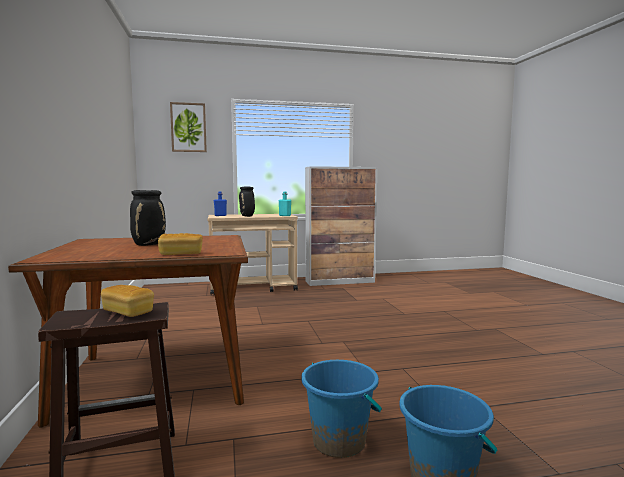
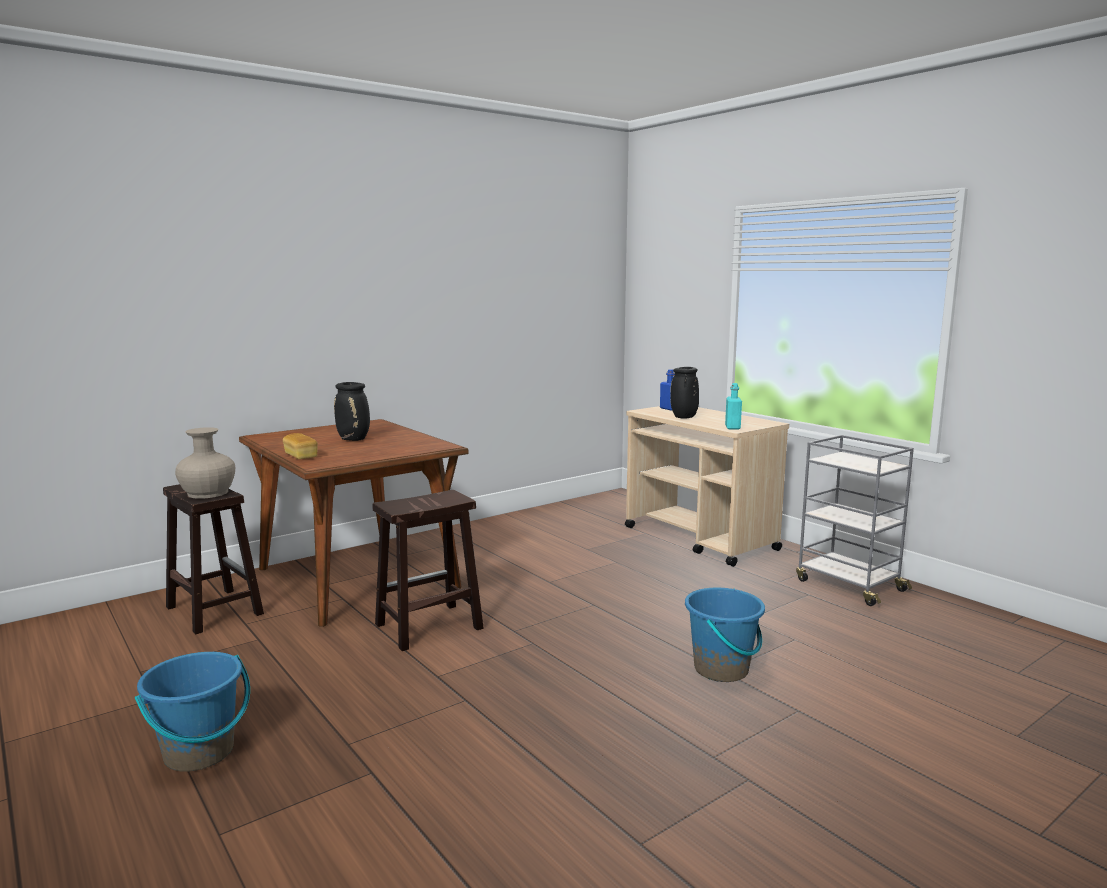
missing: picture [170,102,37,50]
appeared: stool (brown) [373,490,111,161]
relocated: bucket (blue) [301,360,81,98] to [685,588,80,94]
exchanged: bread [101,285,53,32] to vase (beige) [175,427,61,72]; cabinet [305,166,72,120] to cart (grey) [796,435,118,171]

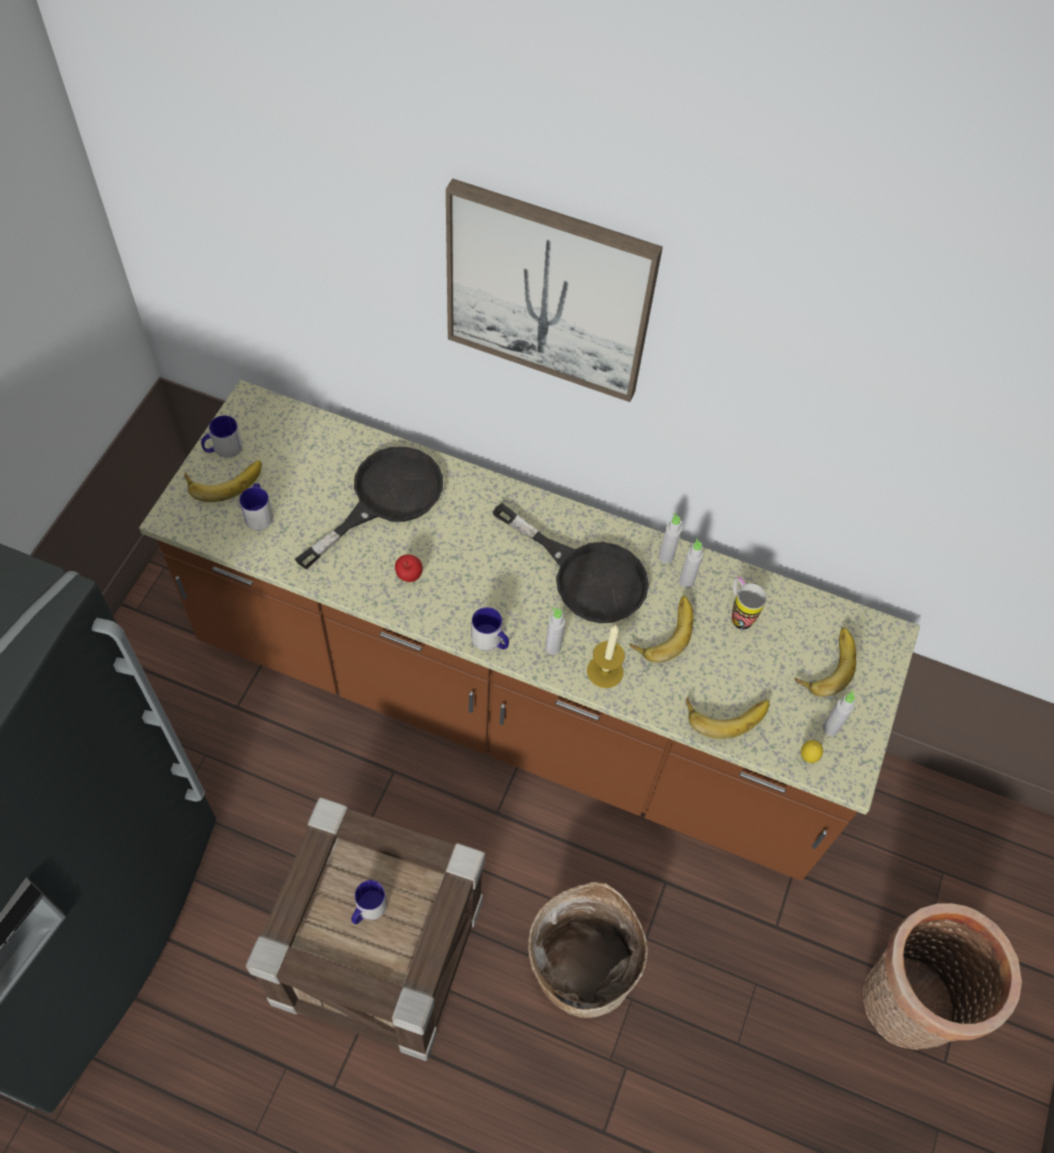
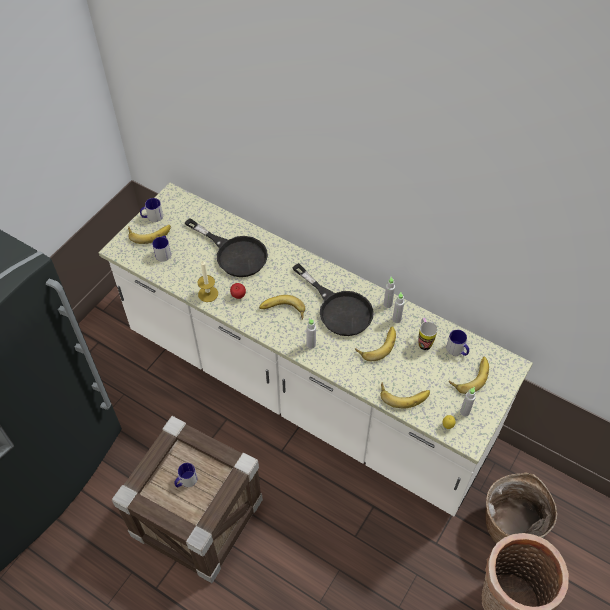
missing: picture [446,178,217,224]
appeared: banana [259,295,46,24]
relocated: candle [587,625,38,63] to [198,260,20,42]; mug [471,607,38,44] to [446,330,23,26]; basket [528,882,120,136] to [485,473,72,71]
colour: counter (brown) [139,380,781,501] to counter (white) [99,183,434,333]
spun: frying pan (black) [295,447,148,122] = [185,218,83,59] 75 degrees clockwise

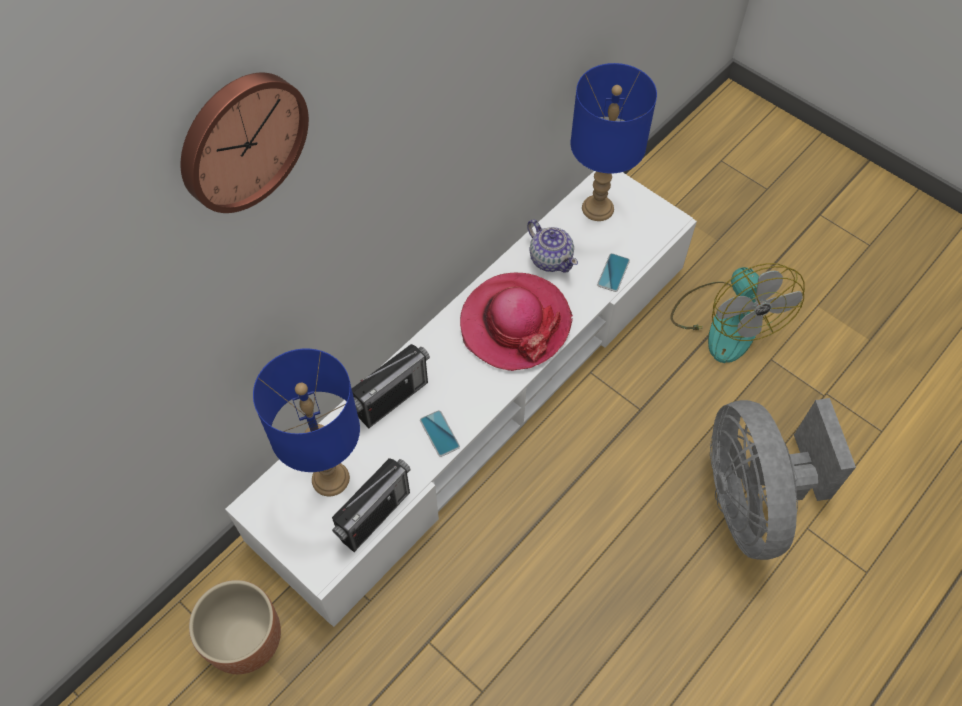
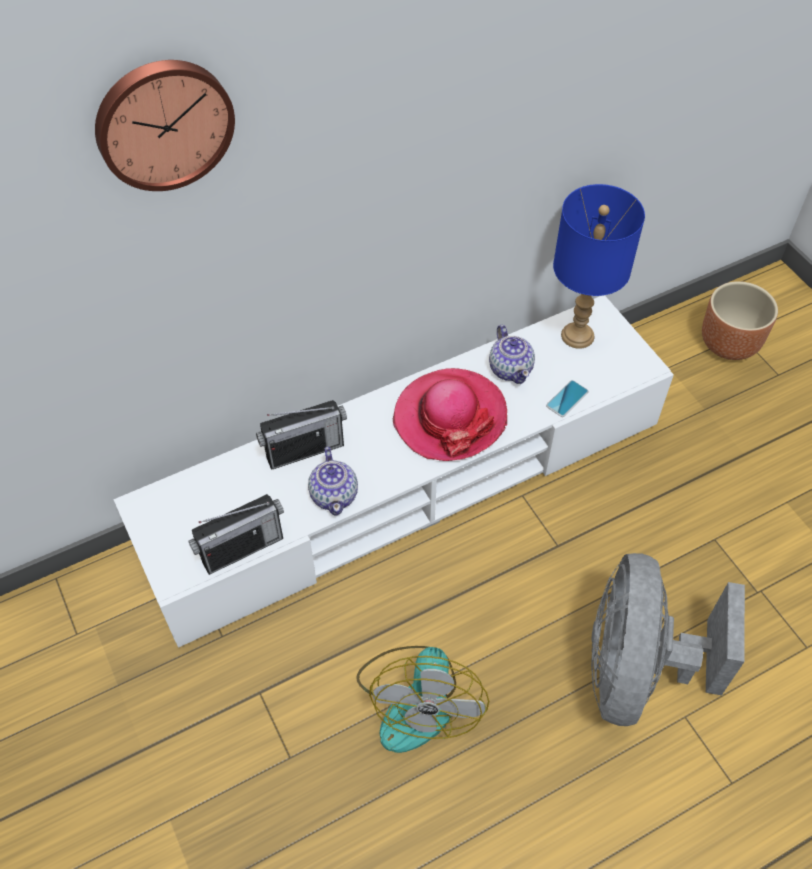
missing: table lamp (blue) [253,348,107,148]
relocated: fan [670,263,135,100] to [356,646,133,107]; planter (brown) [189,580,92,94] to [702,281,76,79]
exchanged: phone [420,410,40,47] to teapot [308,446,50,70]

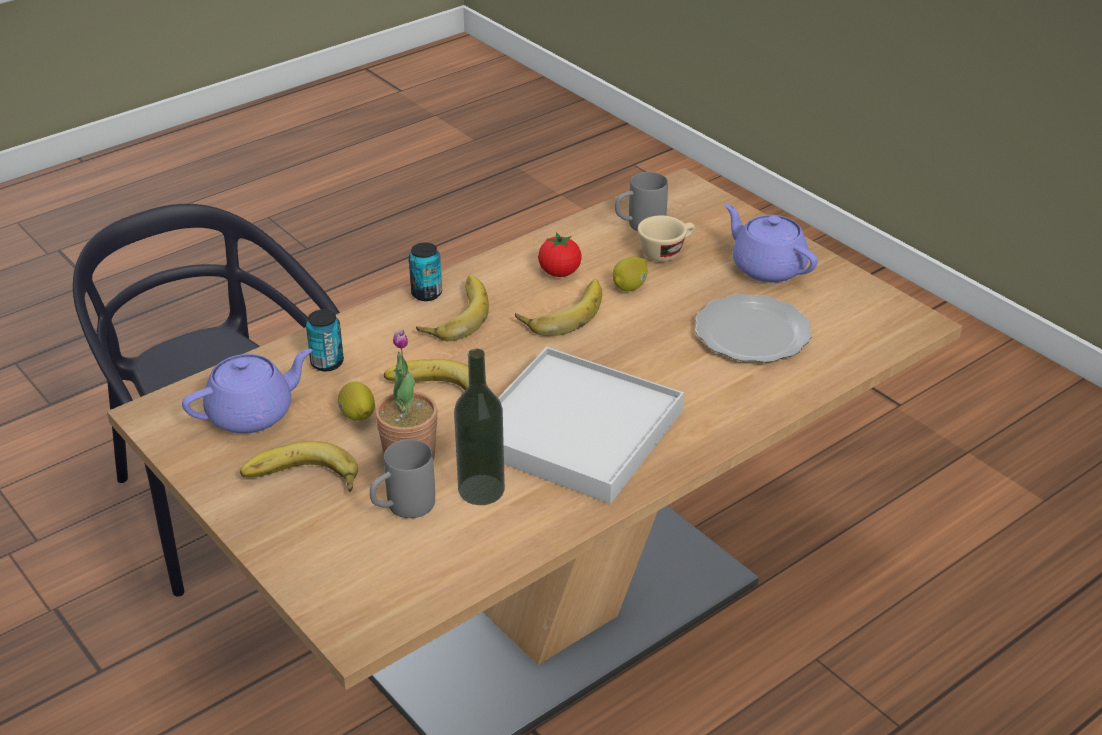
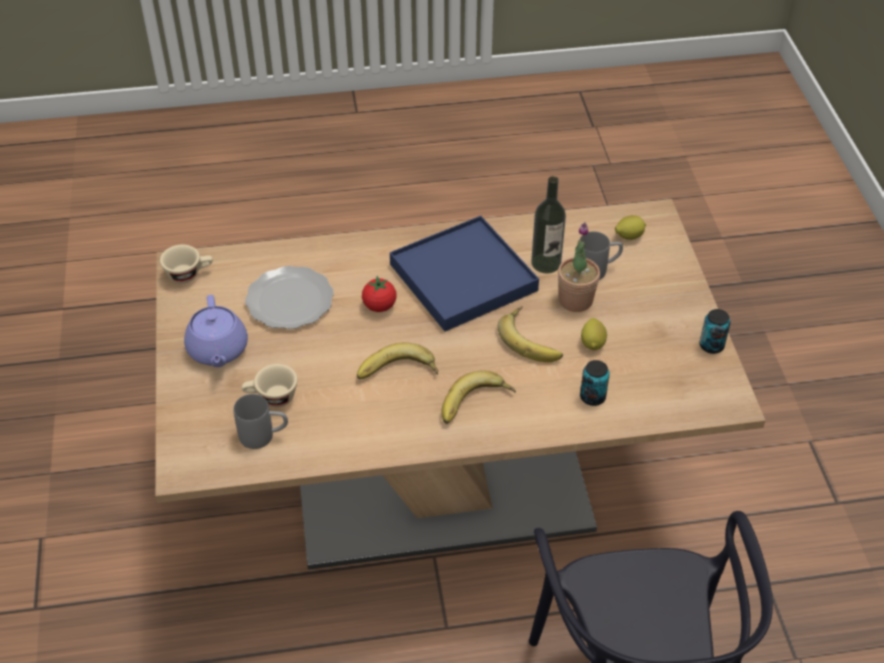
missing: teapot (purple) [182,349,130,85]; banana [240,441,118,51]
appeared: cup (beige) [160,245,53,39]
relocated: tomato [538,232,44,45] to [362,276,35,36]; lemon [612,257,36,34] to [615,215,31,25]; can [409,243,33,58] to [699,309,31,45]
colour: tray (white) [498,347,186,157] to tray (blue) [390,216,149,115]

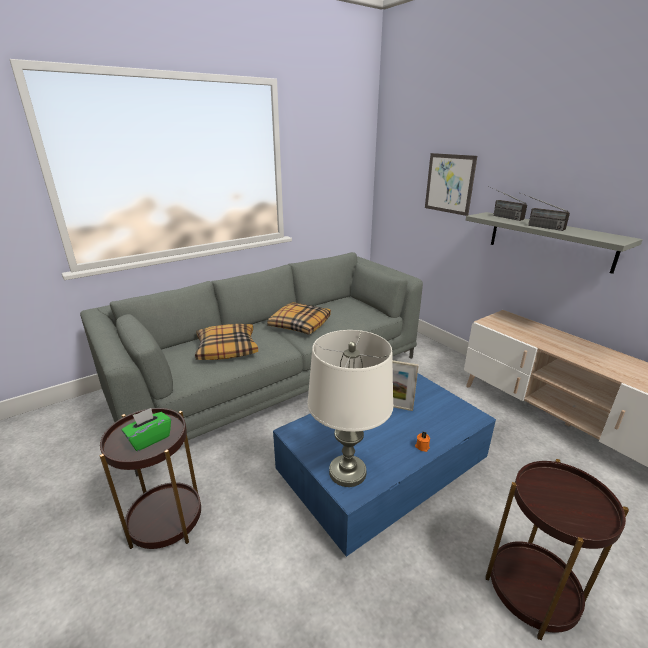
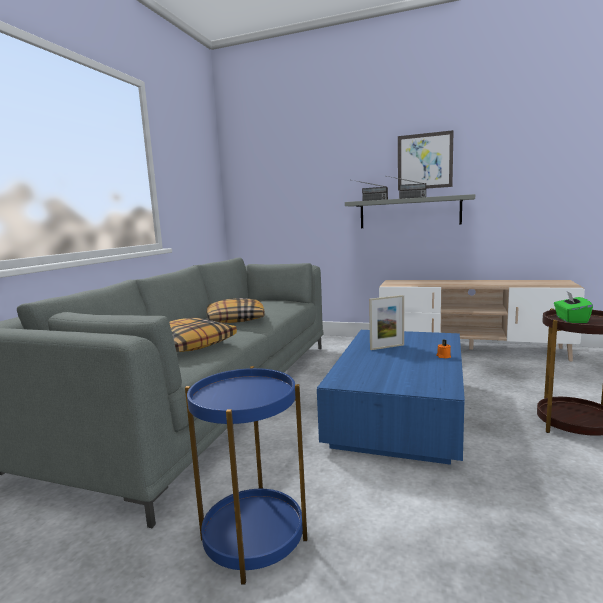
missing: table lamp (white) [307,330,86,157]
relocated: picture [425,153,52,63] to [398,130,56,60]; tissue box (green) [122,408,49,43] to [554,291,39,32]
colour: side table (brown) [100,408,101,141] to side table (blue) [185,366,122,219]

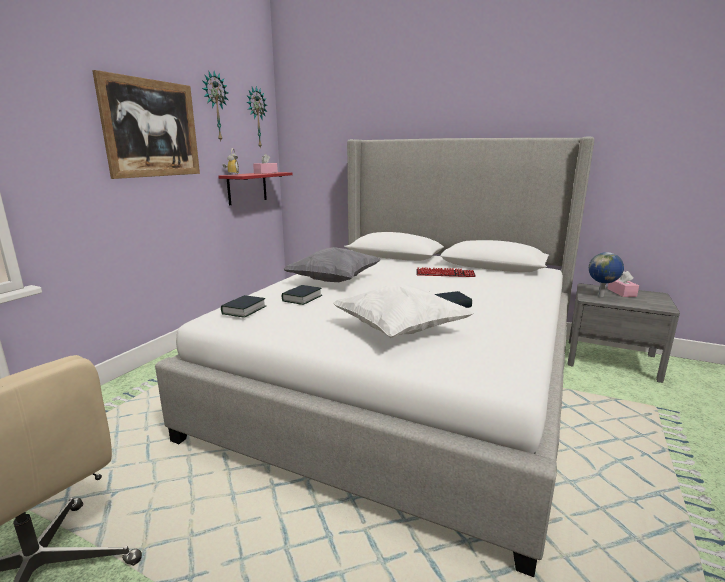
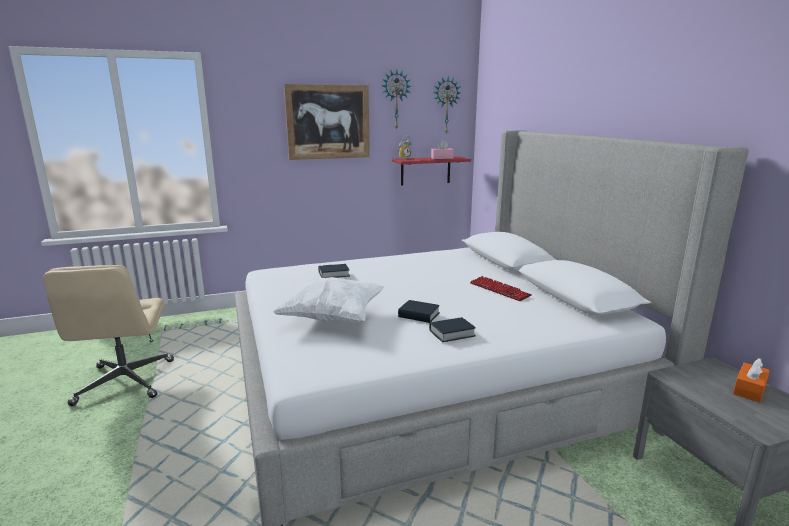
missing: pillow (grey) [283,247,98,35]; globe [589,252,35,45]
relocated: book [221,295,45,23] to [429,317,47,25]
colour: tissue box (pink) [607,271,32,26] to tissue box (orange) [733,358,37,45]

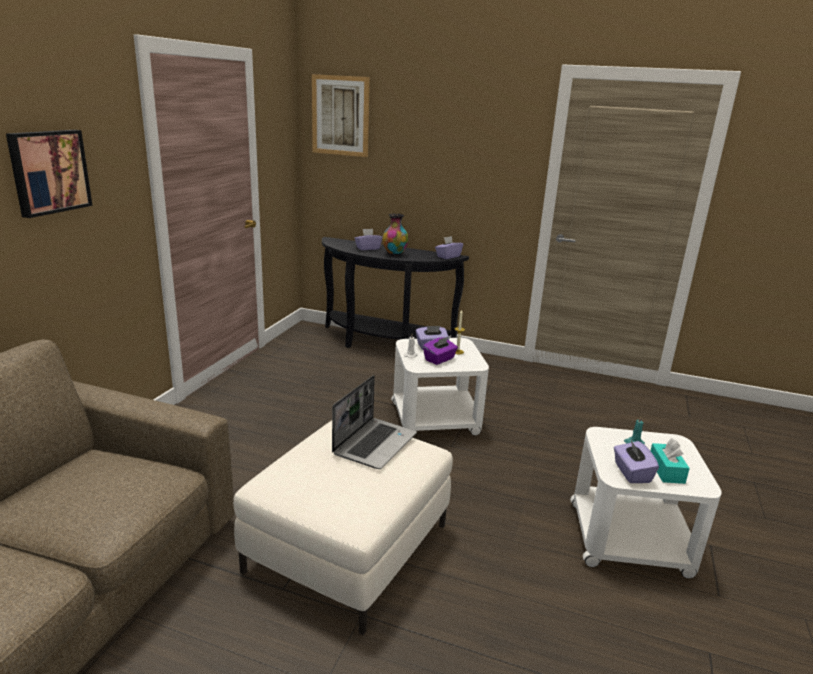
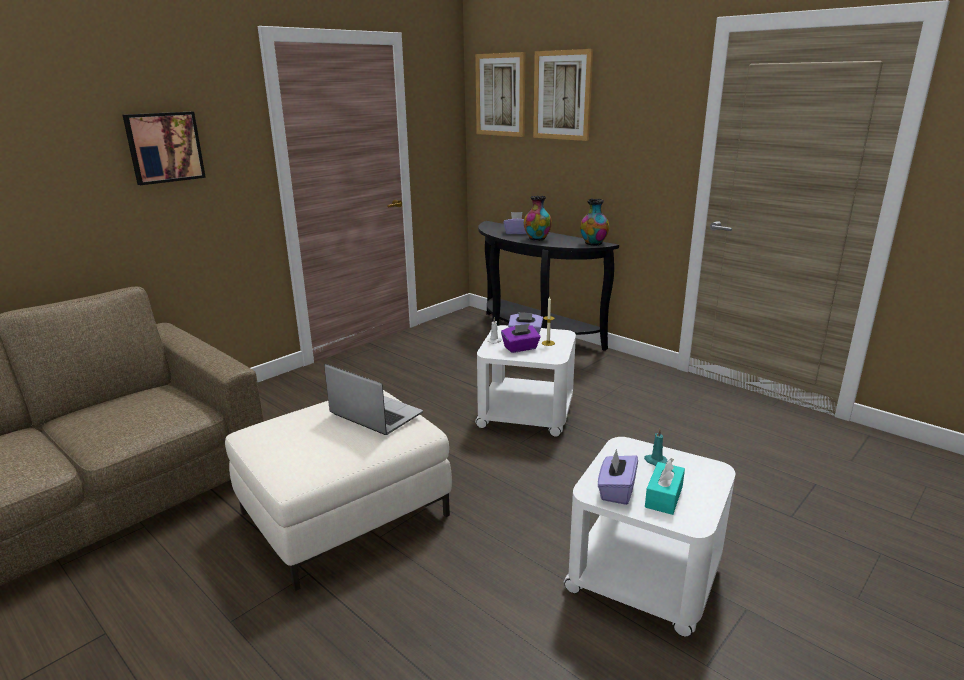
appeared: picture [533,49,60,92]
exchanged: tissue box (purple) [435,236,28,23] to vase [580,199,29,47]
spun: laptop [332,375,85,94] = [324,364,99,71] 105 degrees counterclockwise

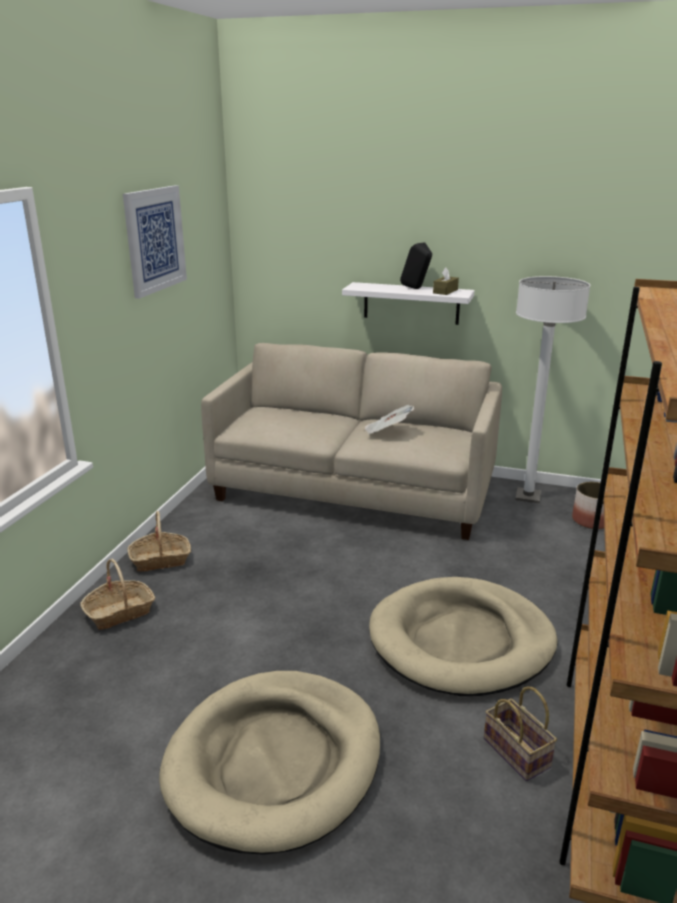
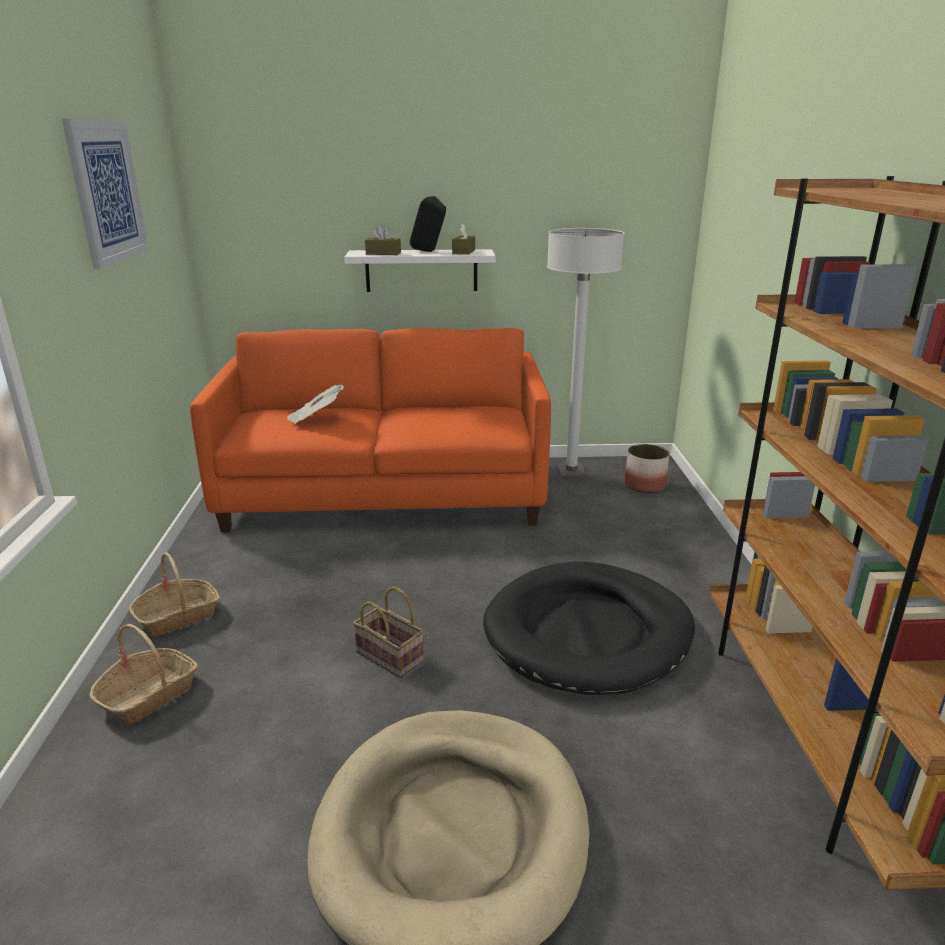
appeared: tissue box (brown) [365,225,36,30]
relocated: newspaper [365,405,49,30] to [287,385,57,39]; basket [484,687,73,94] to [353,587,70,91]
colour: sofa (beige) [201,343,301,197] to sofa (orange) [190,328,361,204]; dog bed (beige) [369,577,188,119] to dog bed (black) [483,561,212,134]

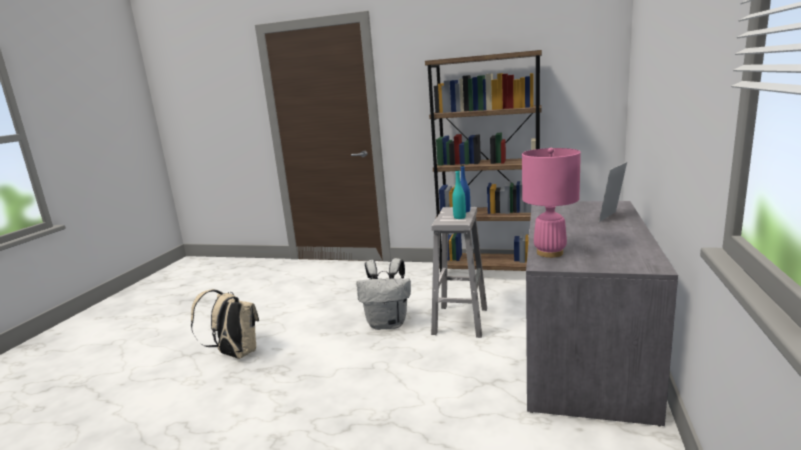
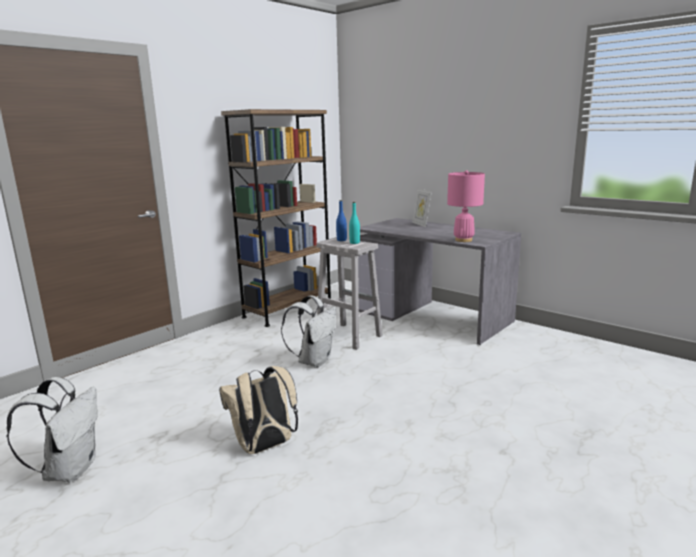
appeared: backpack (white) [7,377,91,105]

